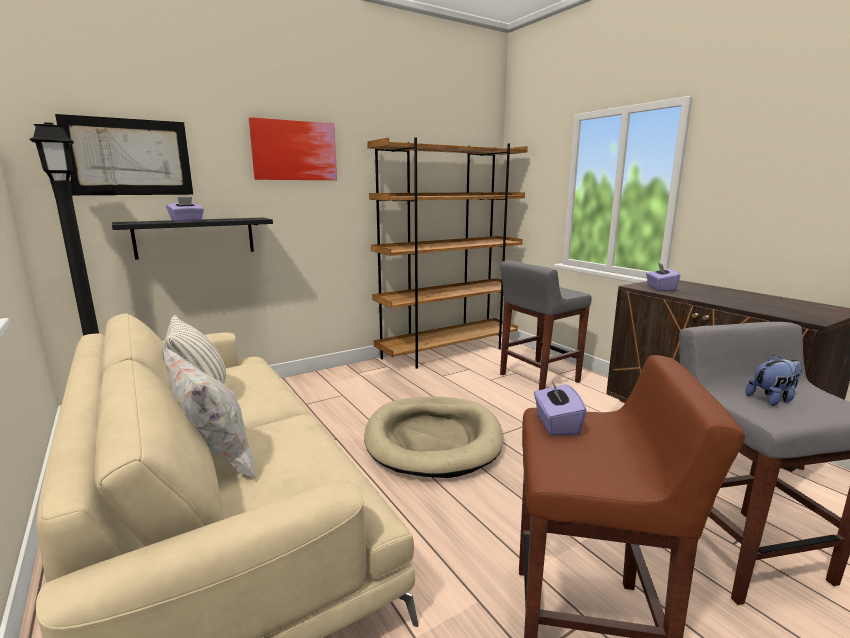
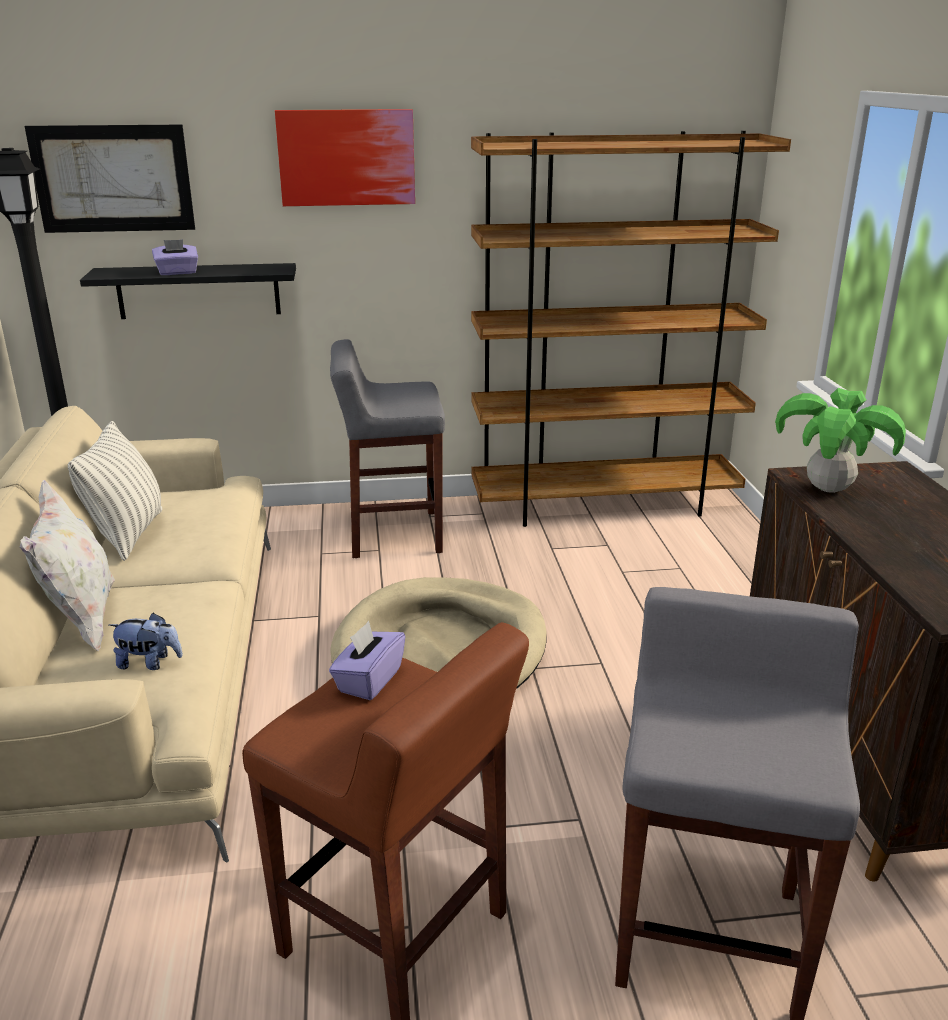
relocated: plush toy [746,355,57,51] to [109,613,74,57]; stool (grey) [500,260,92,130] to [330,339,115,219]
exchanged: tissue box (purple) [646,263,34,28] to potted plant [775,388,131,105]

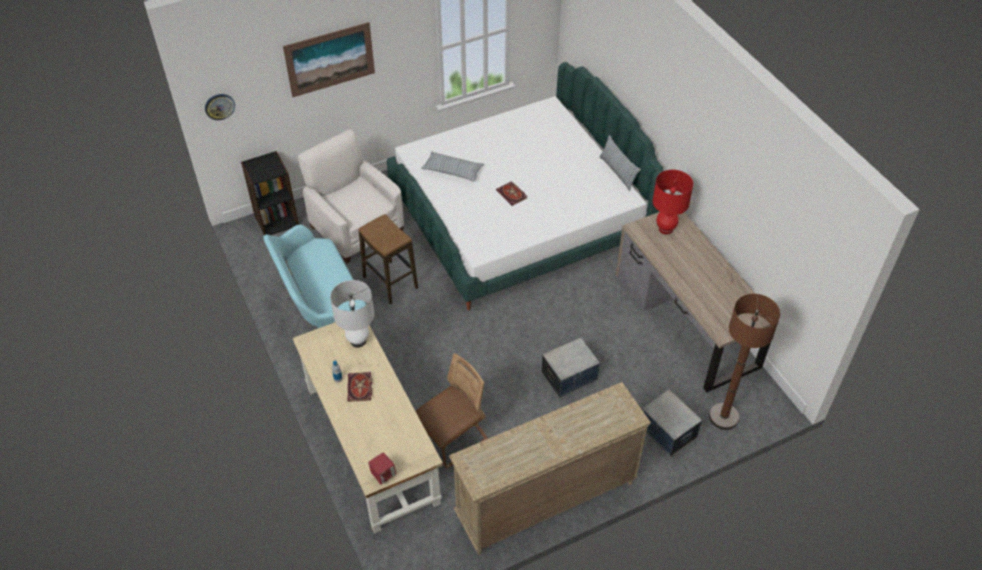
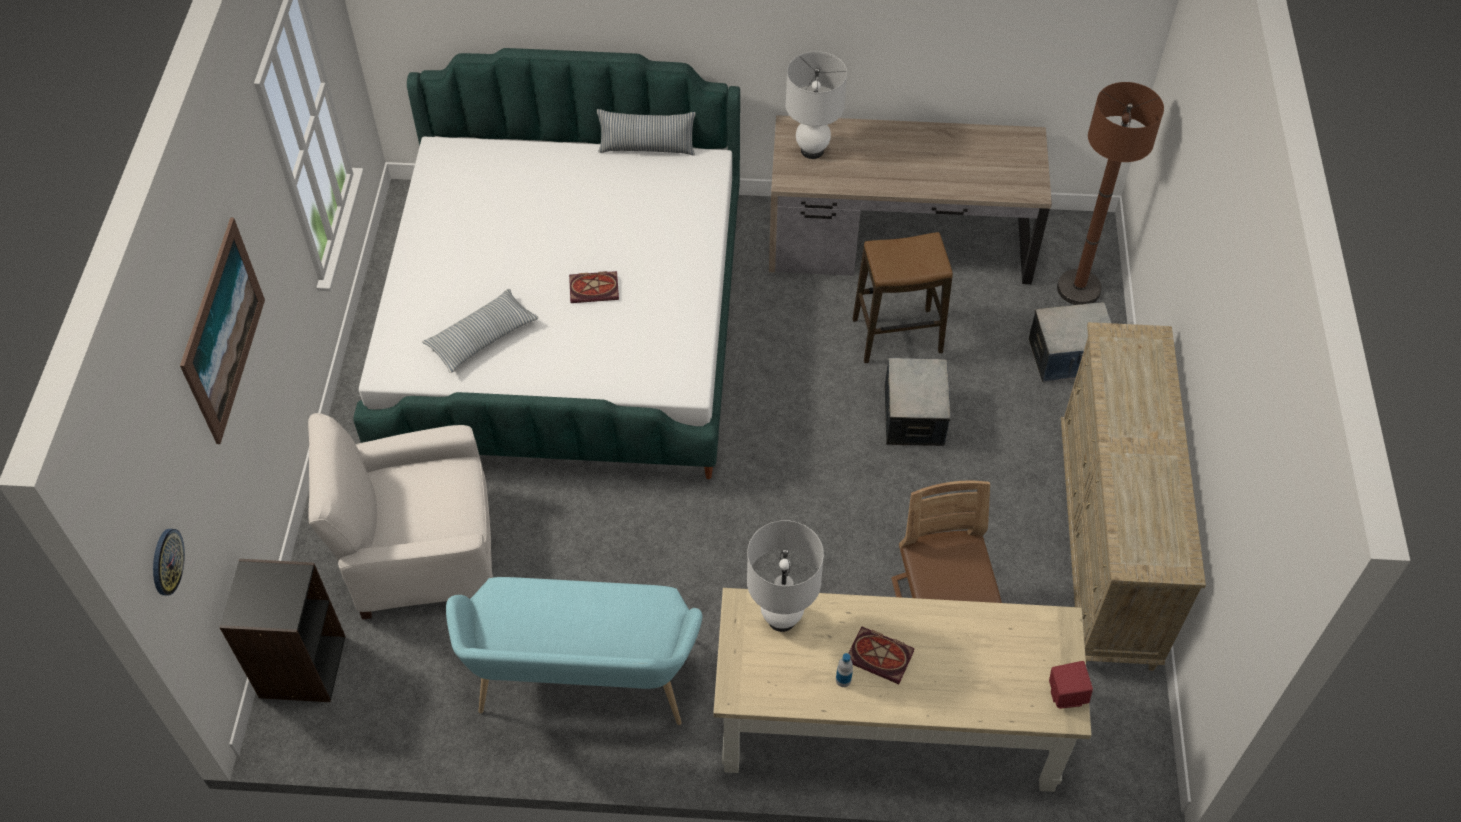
relocated: stool [359,214,59,91] to [853,232,100,131]
colour: table lamp (red) [653,170,40,64] to table lamp (white) [786,51,61,108]

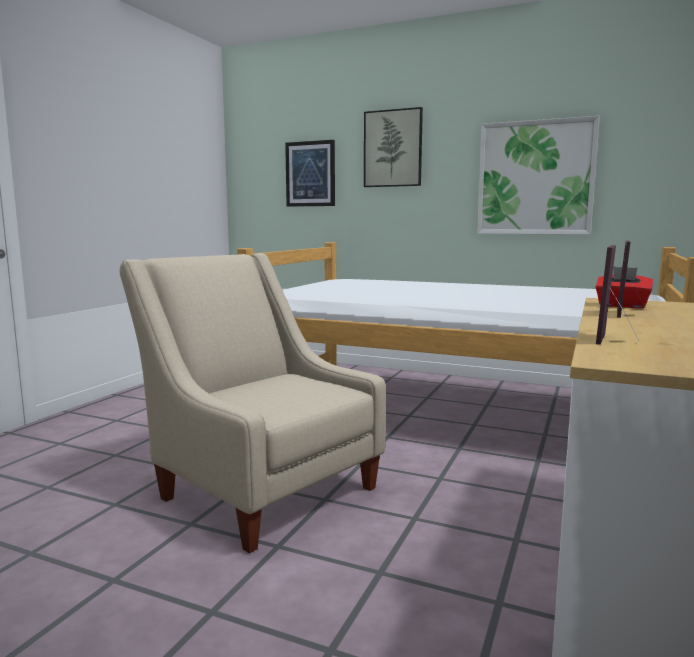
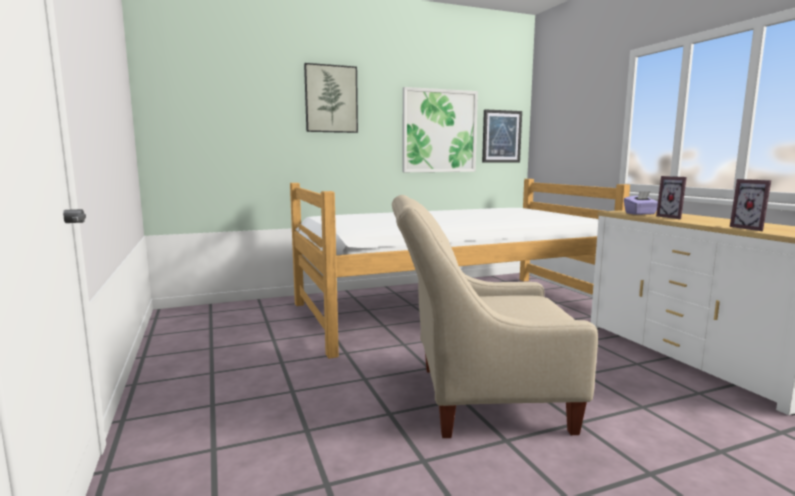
relocated: picture [285,140,50,67] to [482,109,40,53]
colour: tissue box (red) [596,266,58,42] to tissue box (purple) [624,191,34,24]

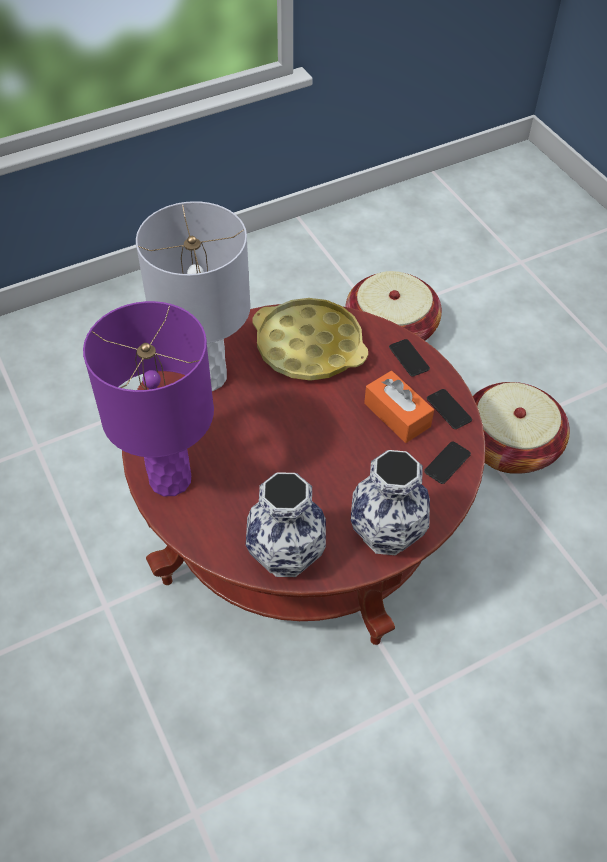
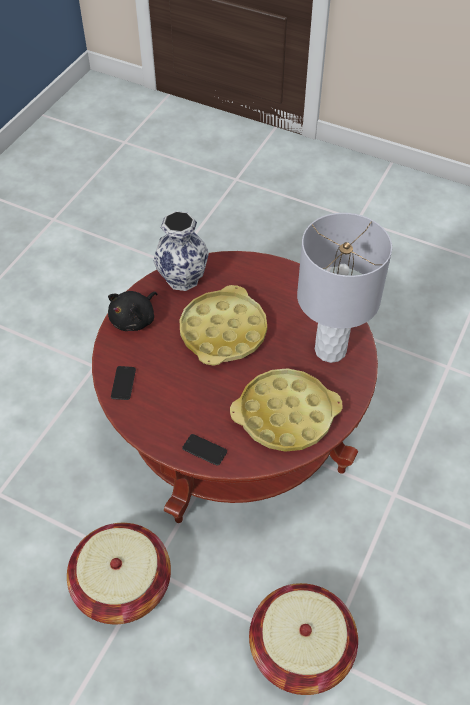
missing: table lamp (purple) [83,301,131,196]; tissue box (orange) [364,371,70,72]; phone [427,389,45,40]
appeared: tray (yellow) [179,285,88,81]
exchanged: vase [351,450,79,105] to plush toy (black) [108,291,49,40]

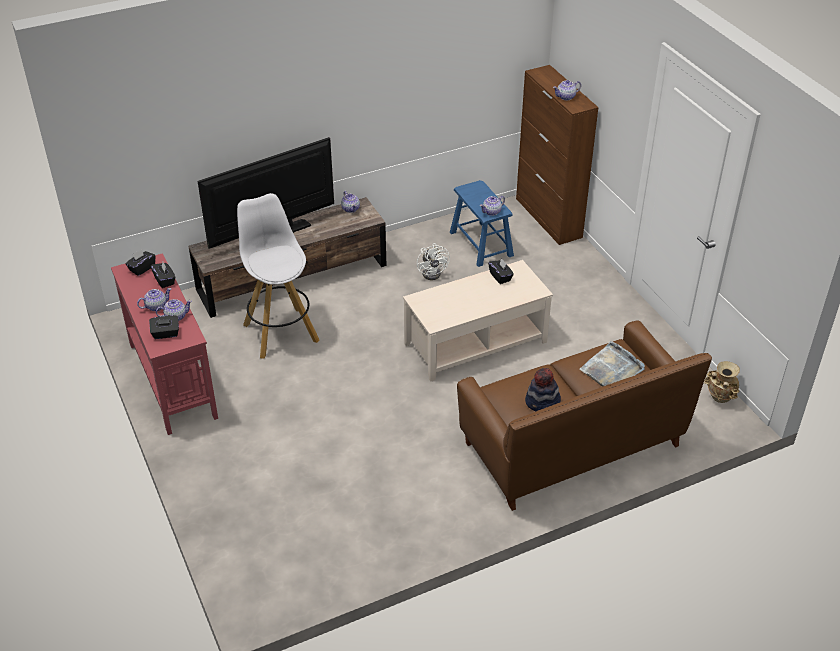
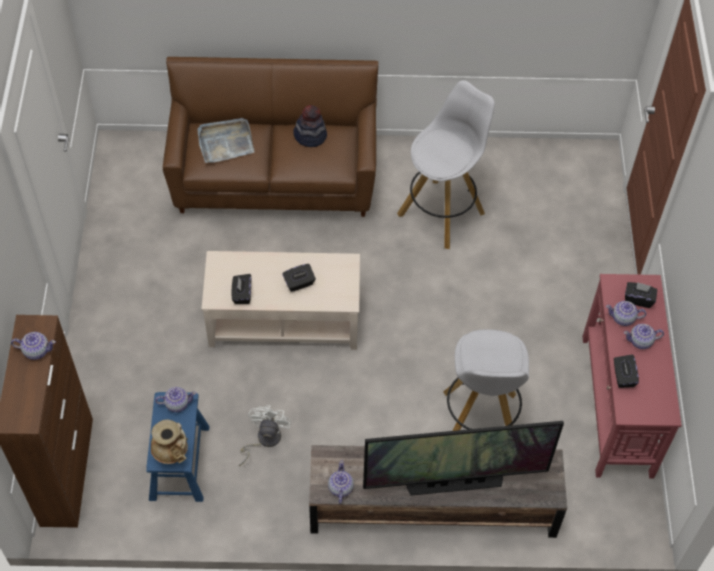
appeared: stool (white) [397,80,98,169]
relocated: vase (beige) [704,361,36,42] to [151,419,37,45]; tissue box (black) [125,249,30,27] to [282,264,34,28]

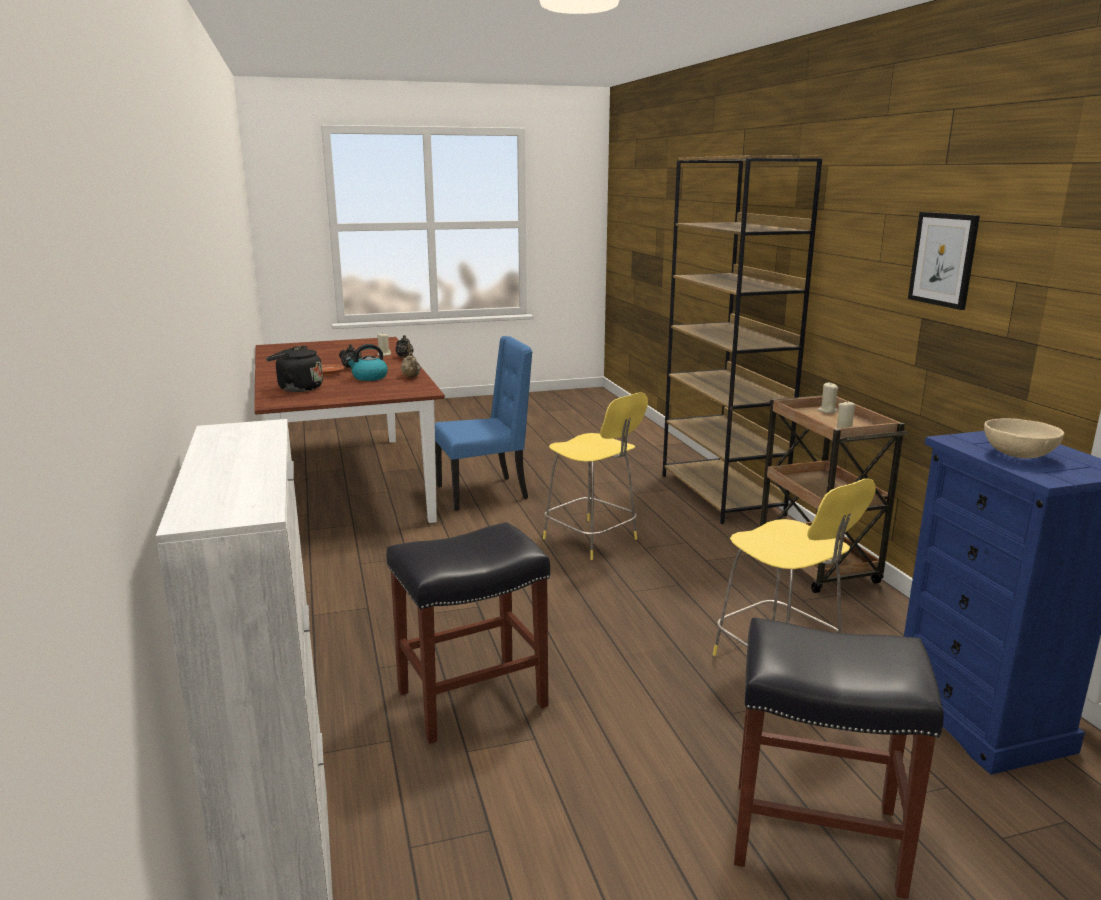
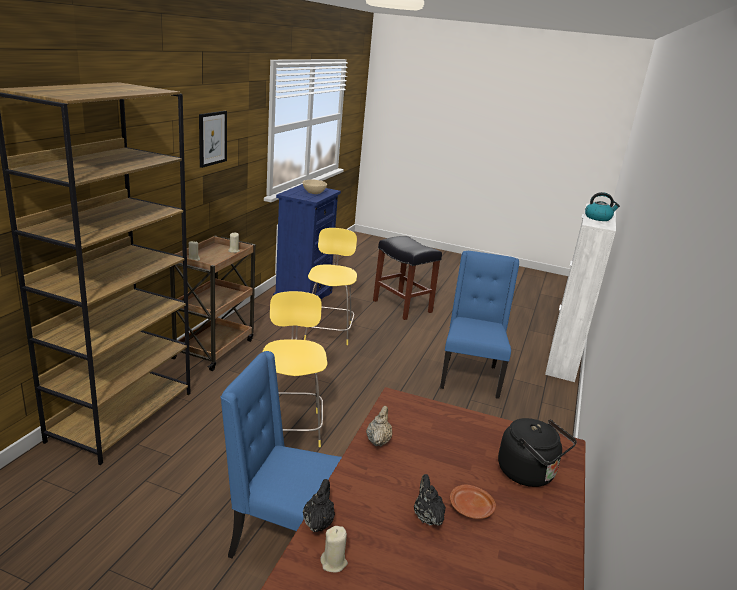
relocated: kettle [346,344,42,37] to [585,192,35,29]
exchanged: stool (black) [386,522,164,222] to chair (blue) [440,251,79,148]

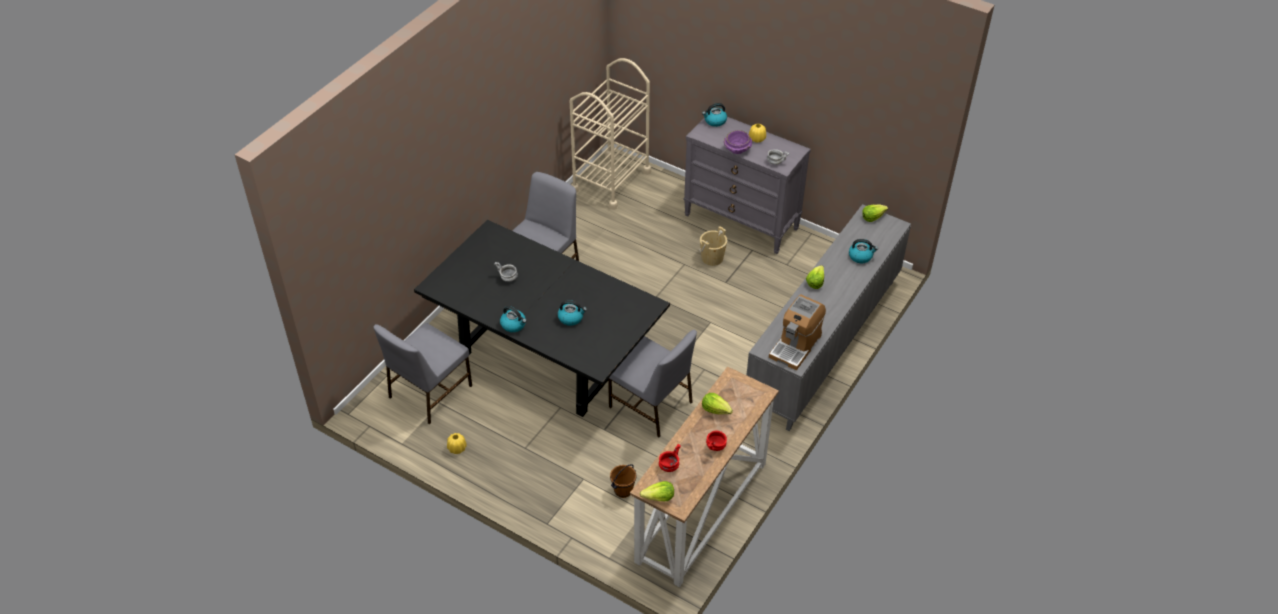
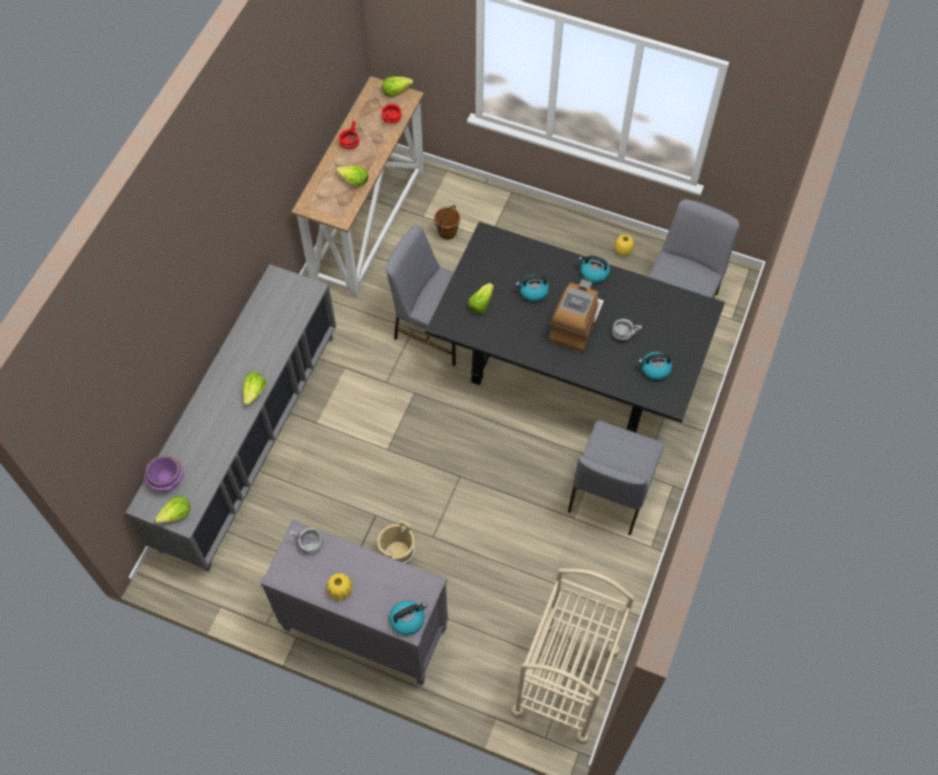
appeared: lettuce [468,283,26,31]
relocated: bowl (purple) [724,130,28,24] to [144,456,40,35]; coffee machine [769,294,57,76] to [549,278,55,75]; kettle [849,239,29,24] to [638,352,34,28]

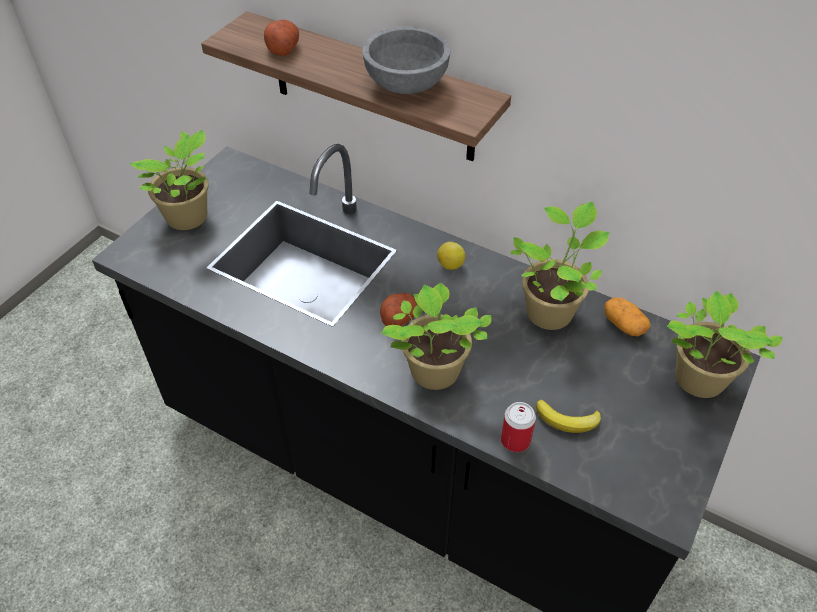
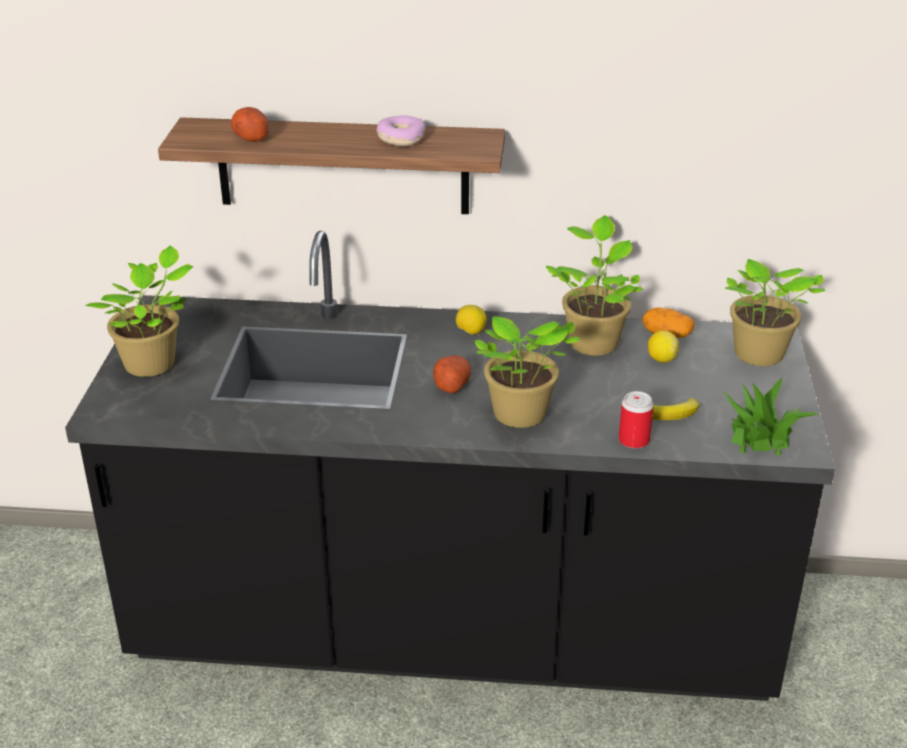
appeared: lemon [648,331,31,32]; potted plant [723,377,97,79]
exchanged: bowl (grey) [362,27,89,67] to donut [377,115,49,31]

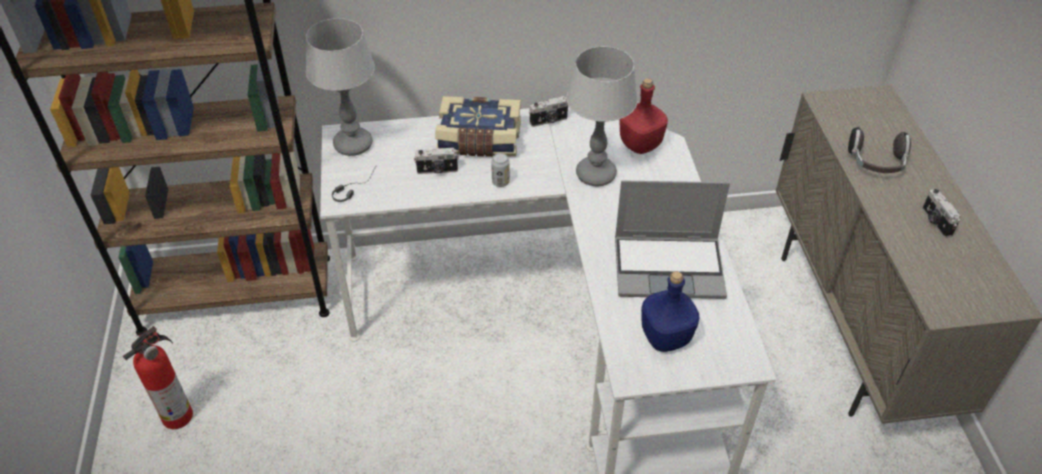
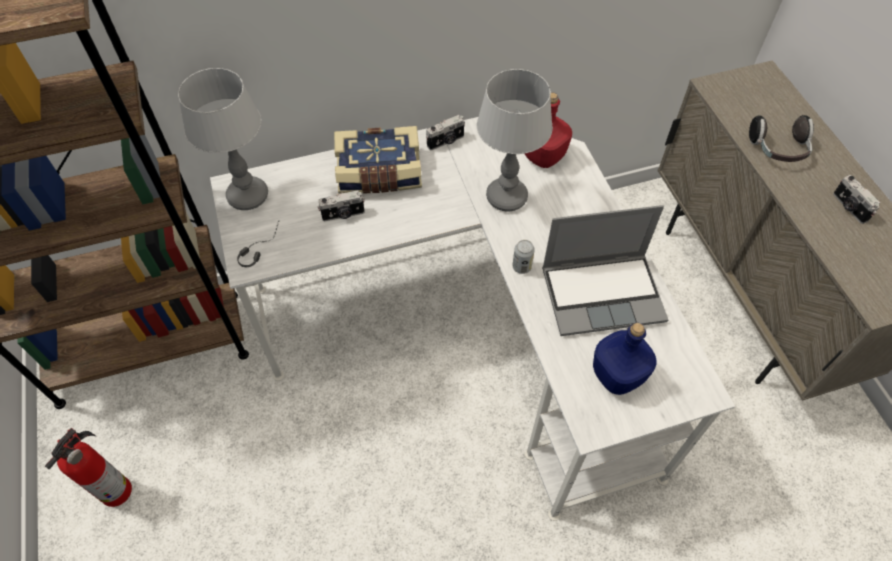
relocated: can [491,153,19,34] to [512,240,23,34]

